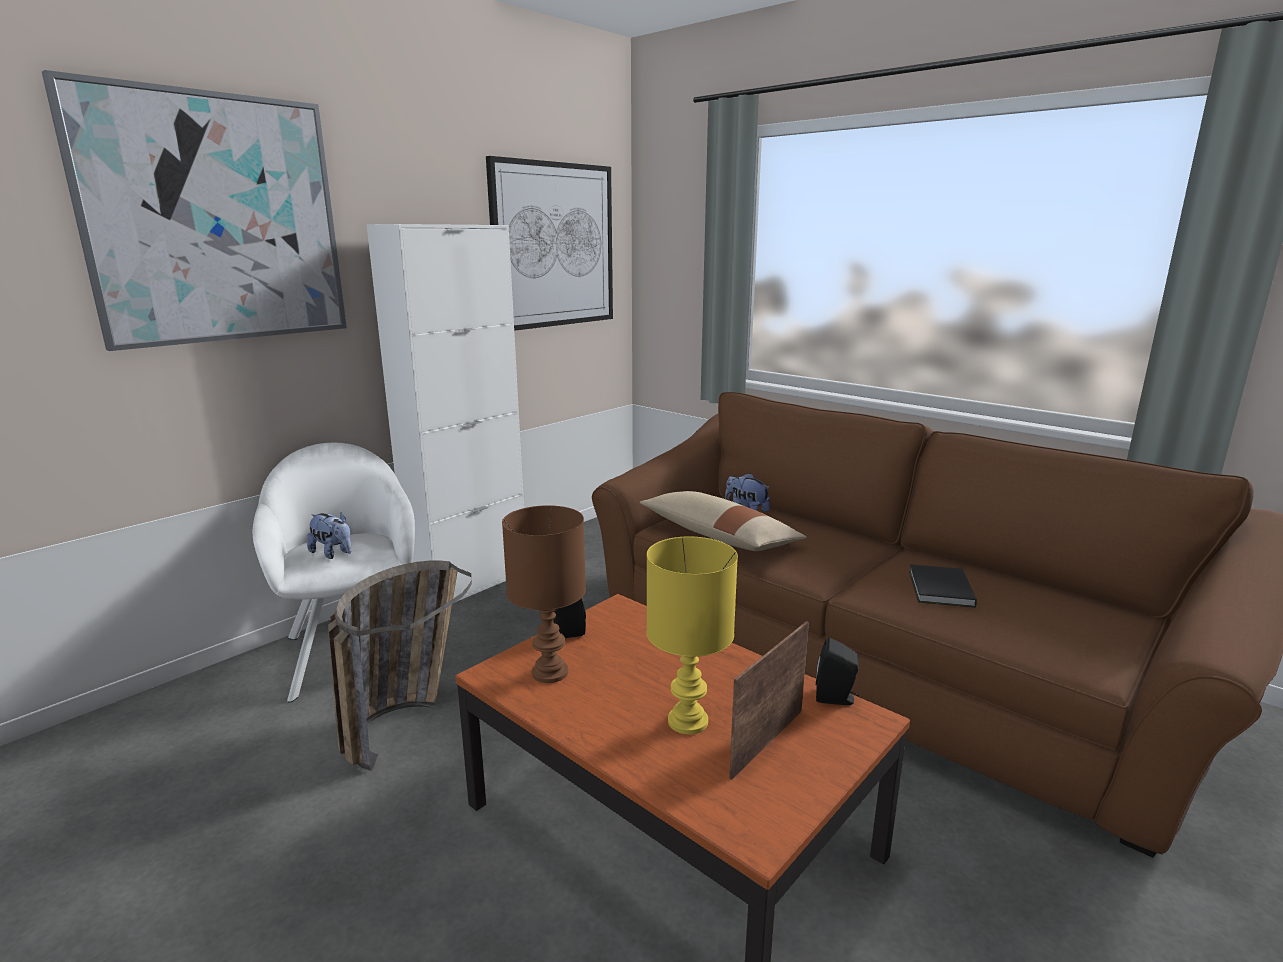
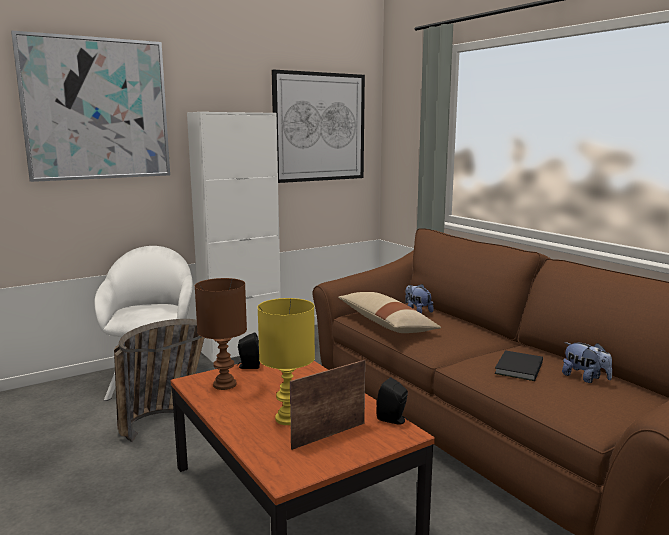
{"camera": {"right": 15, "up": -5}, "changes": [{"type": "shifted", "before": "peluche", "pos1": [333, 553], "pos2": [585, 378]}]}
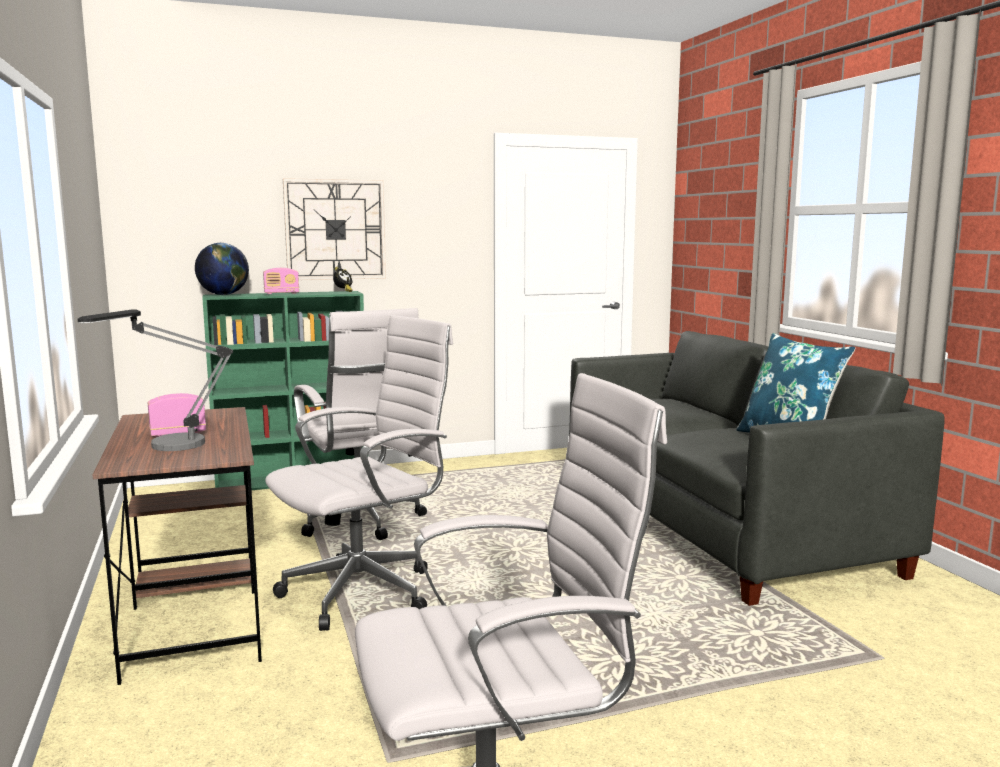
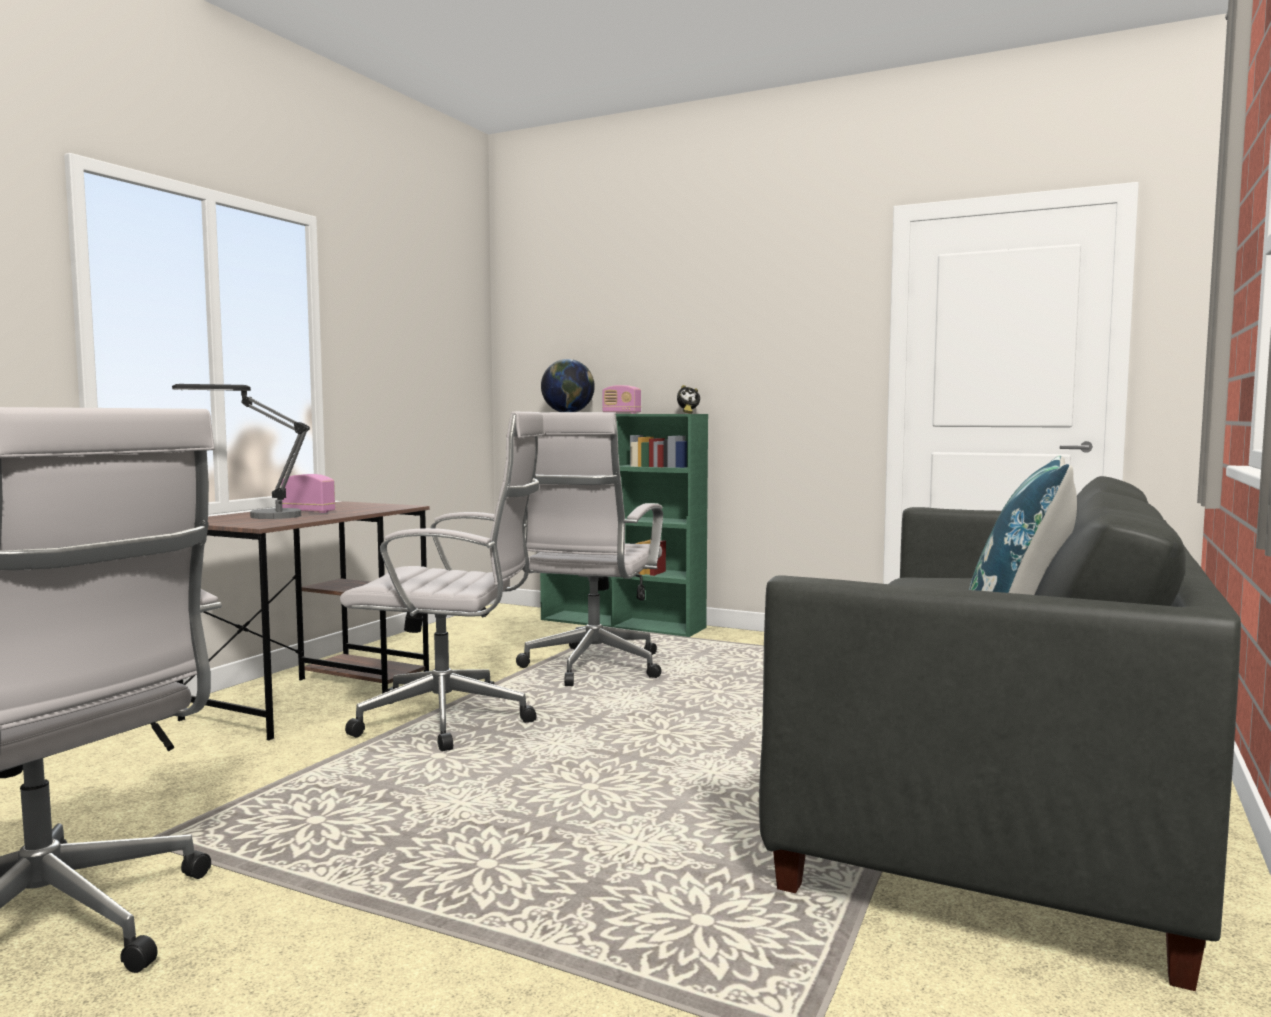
{"camera": {"right": 45, "up": -5}, "changes": [{"type": "gone", "before": "horloge murale", "pos1": [335, 229]}]}
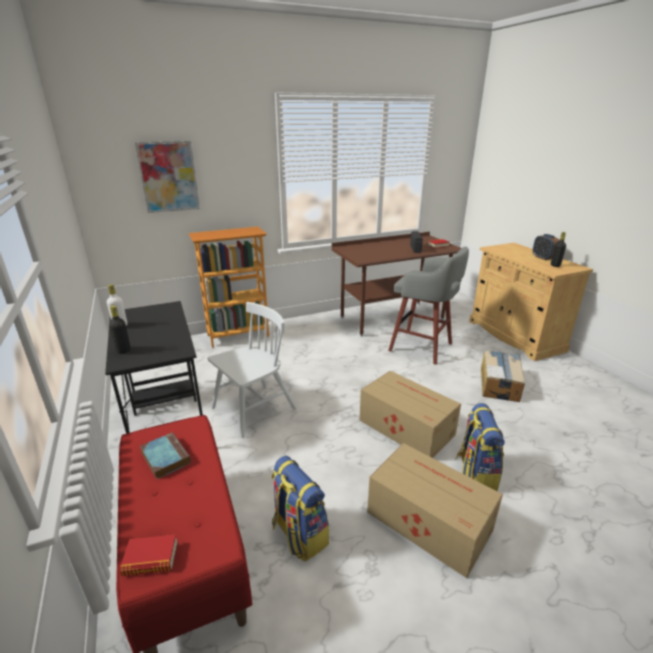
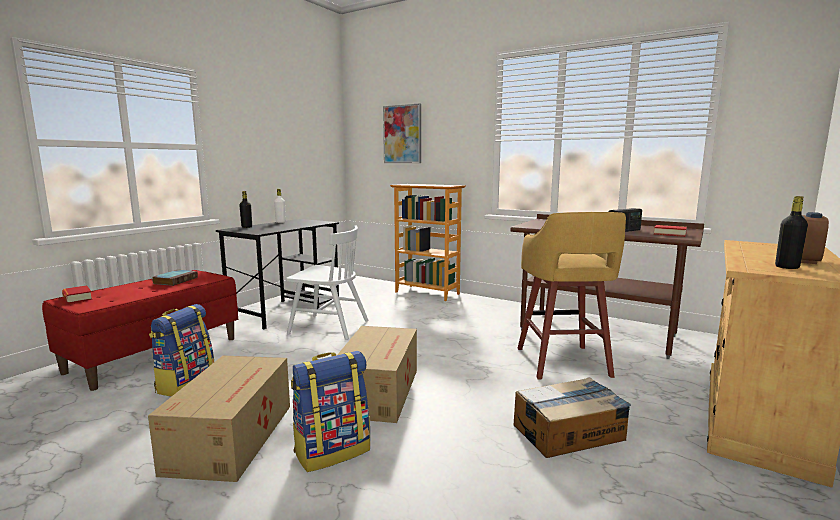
{"camera": {"right": 55, "up": -15}, "changes": [{"type": "repainted", "before": "tabouret/gris", "after": "tabouret/jaune", "pos1": [422, 348], "pos2": [563, 363]}]}
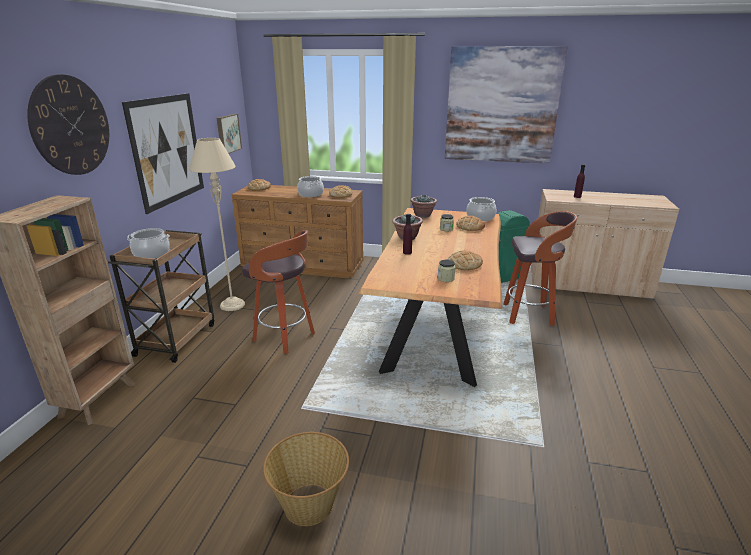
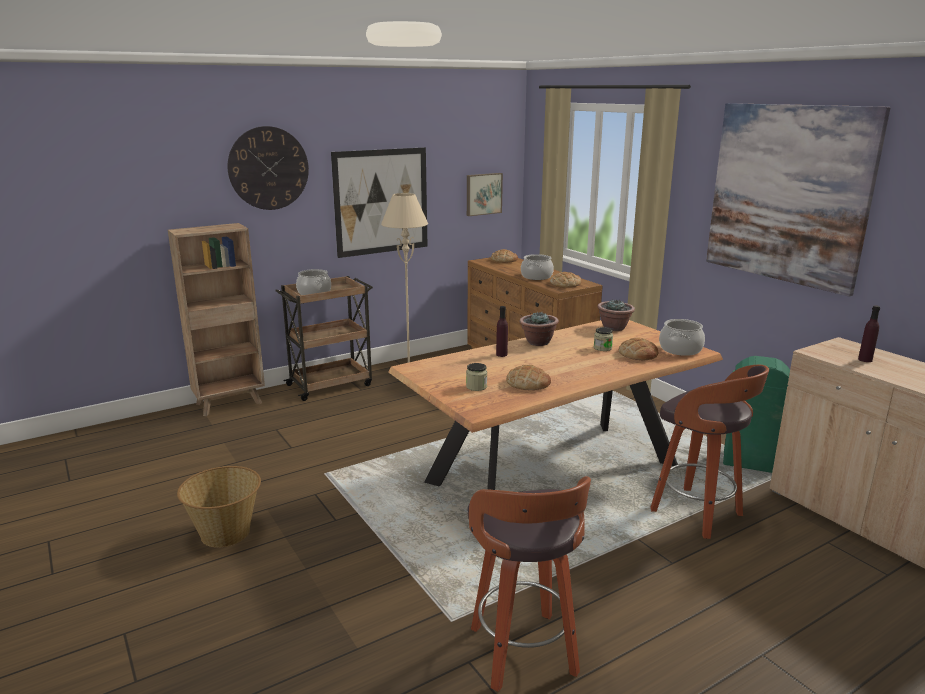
{"camera": {"right": 45, "up": -5}, "changes": [{"type": "shifted", "before": "tabouret", "pos1": [285, 337], "pos2": [524, 653]}]}
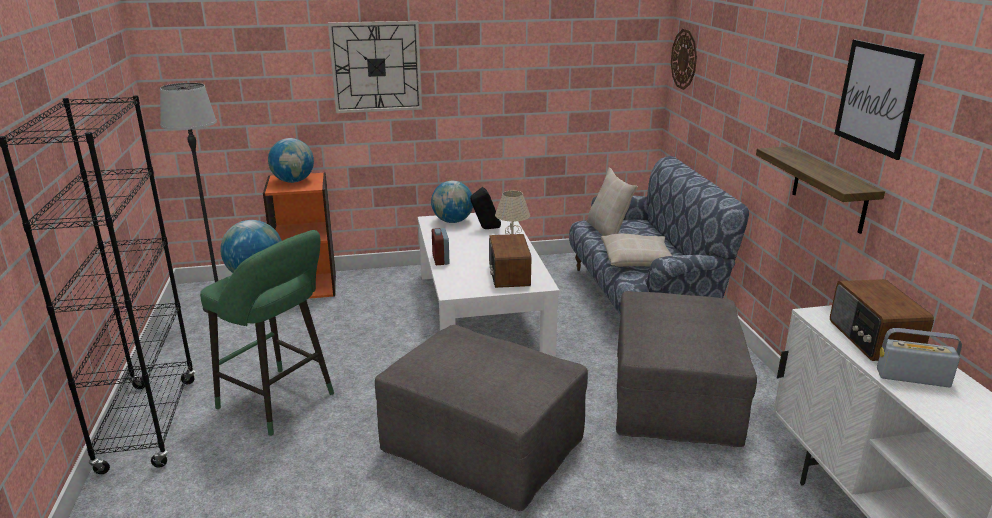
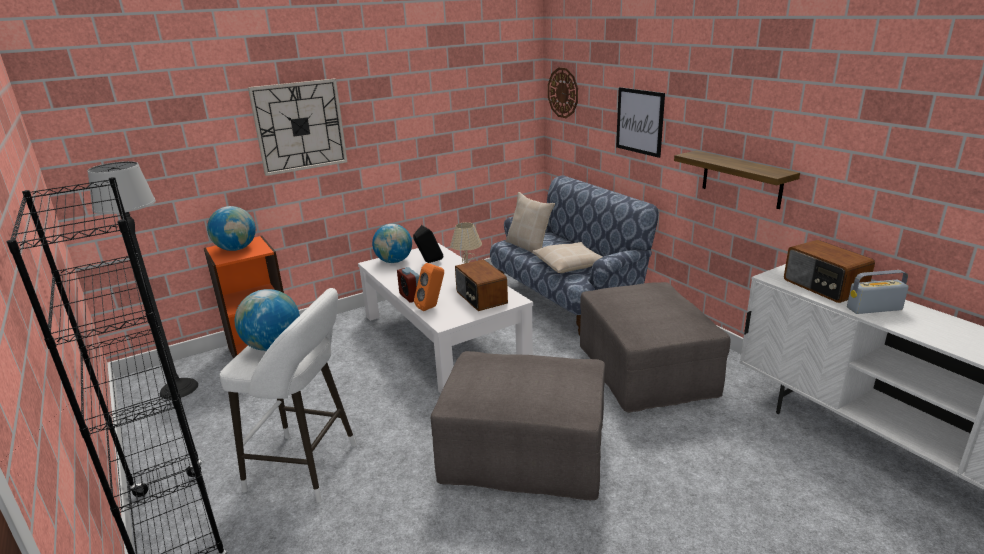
{"camera": {"right": -20, "up": 0}, "changes": [{"type": "new", "after": "enceinte/orange", "pos2": [432, 307]}, {"type": "shifted", "before": "tableau", "pos1": [876, 97], "pos2": [639, 121]}, {"type": "repainted", "before": "tabouret/vert", "after": "tabouret/blanc", "pos1": [280, 403], "pos2": [308, 467]}]}
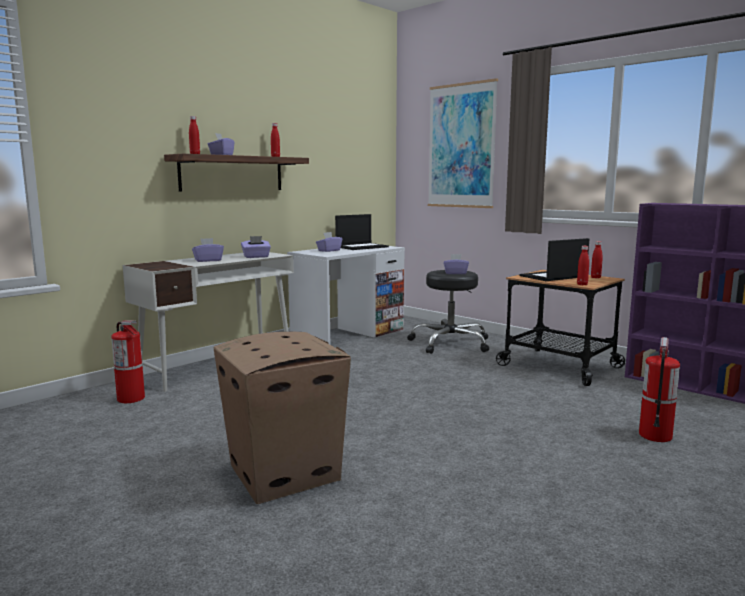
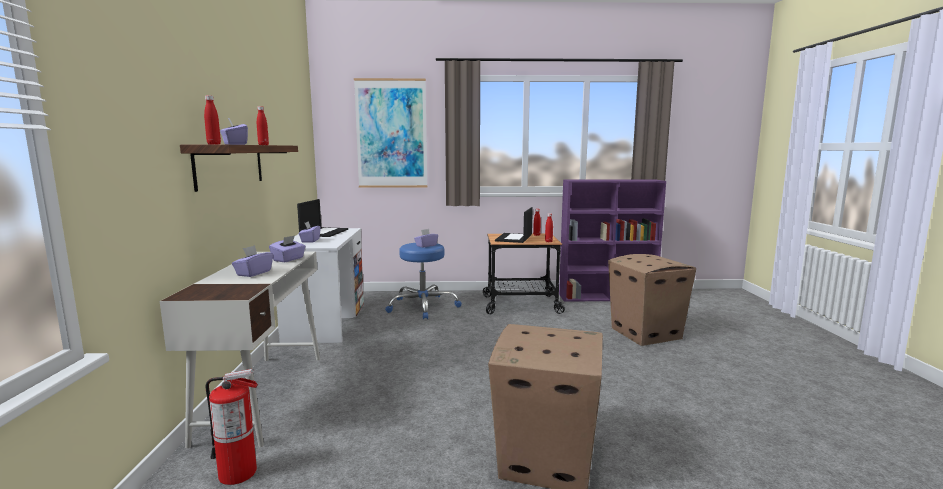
{"camera": {"right": -45, "up": 0}, "changes": [{"type": "swapped", "before": "extincteur", "after": "carton", "pos1": [655, 435], "pos2": [645, 333]}, {"type": "repainted", "before": "tabouret/noir", "after": "tabouret/bleu", "pos1": [450, 343], "pos2": [422, 306]}]}
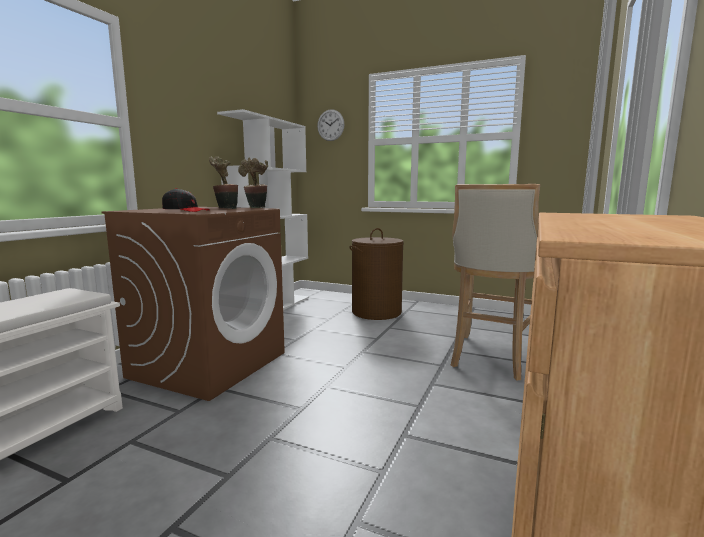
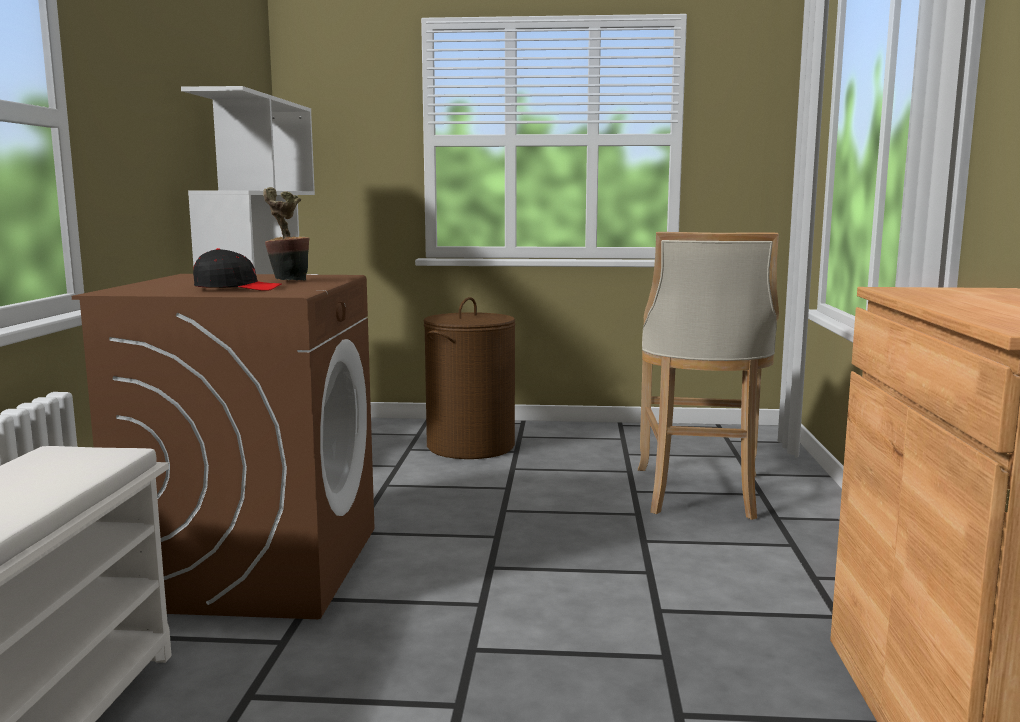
{"camera": {"right": -20, "up": 0}, "changes": [{"type": "gone", "before": "plante en pot", "pos1": [256, 208]}, {"type": "gone", "before": "horloge murale", "pos1": [330, 125]}]}
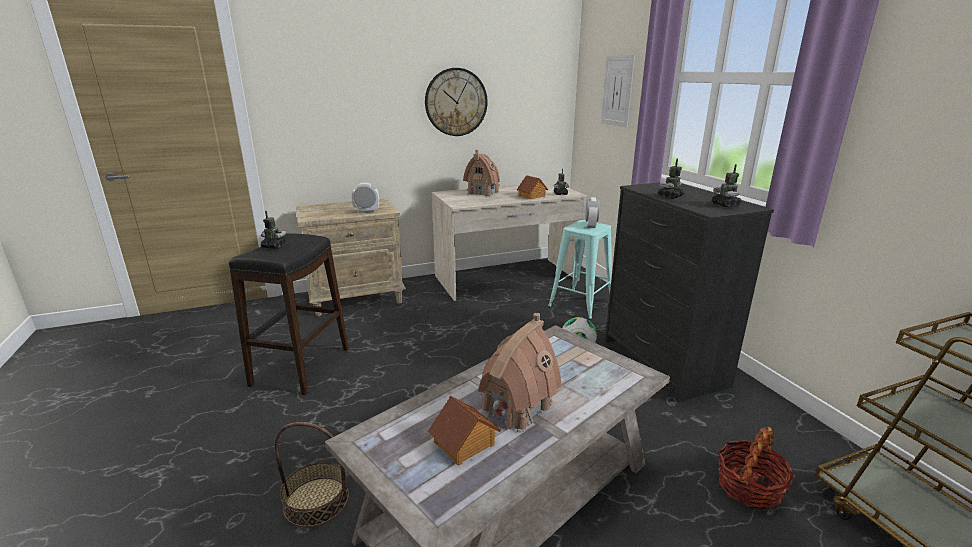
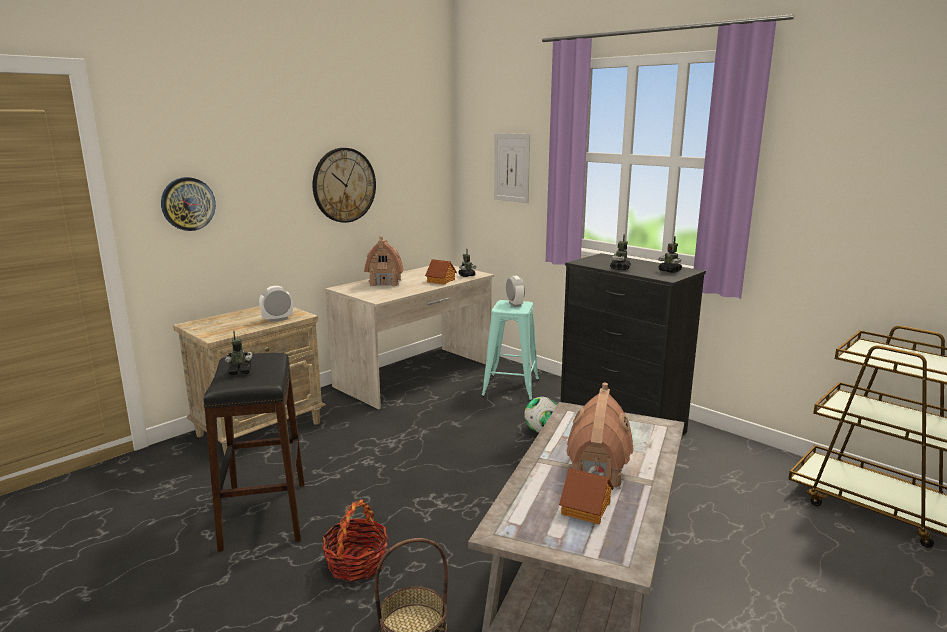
{"camera": {"right": -25, "up": -5}, "changes": [{"type": "new", "after": "horloge murale", "pos2": [188, 204]}, {"type": "shifted", "before": "panier", "pos1": [749, 487], "pos2": [356, 563]}]}
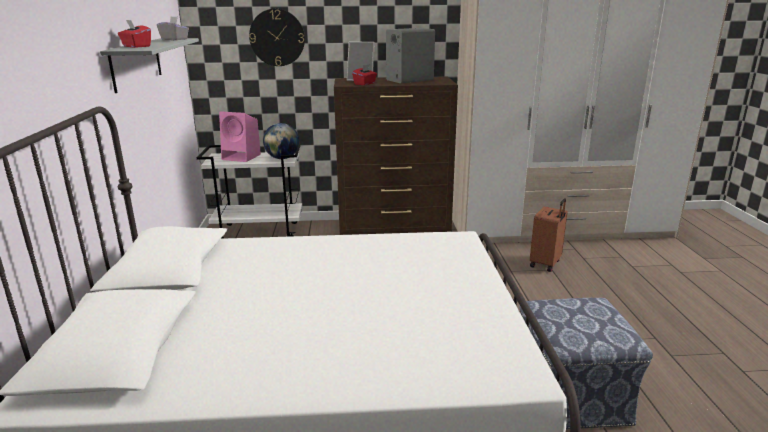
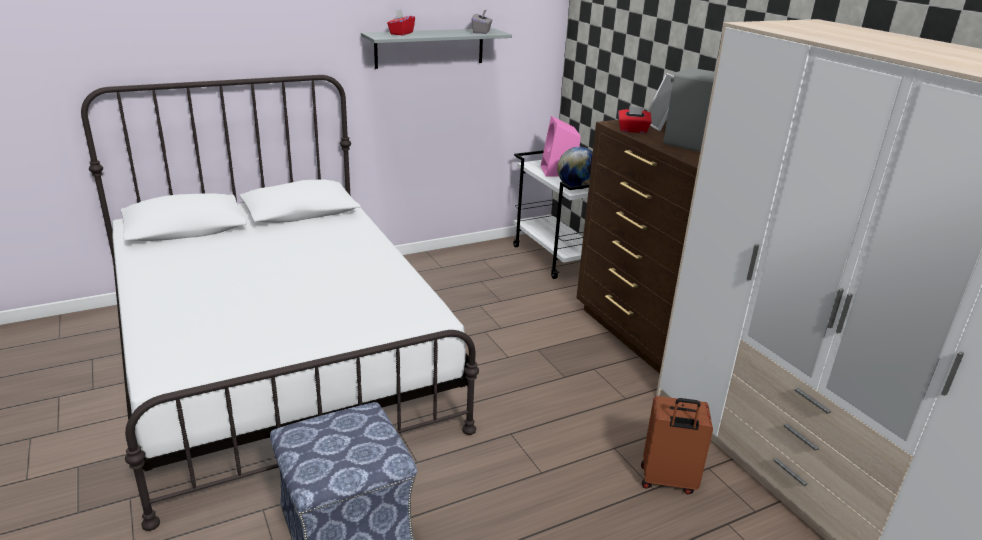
{"camera": {"right": 65, "up": 5}, "changes": [{"type": "gone", "before": "horloge murale", "pos1": [277, 37]}]}
